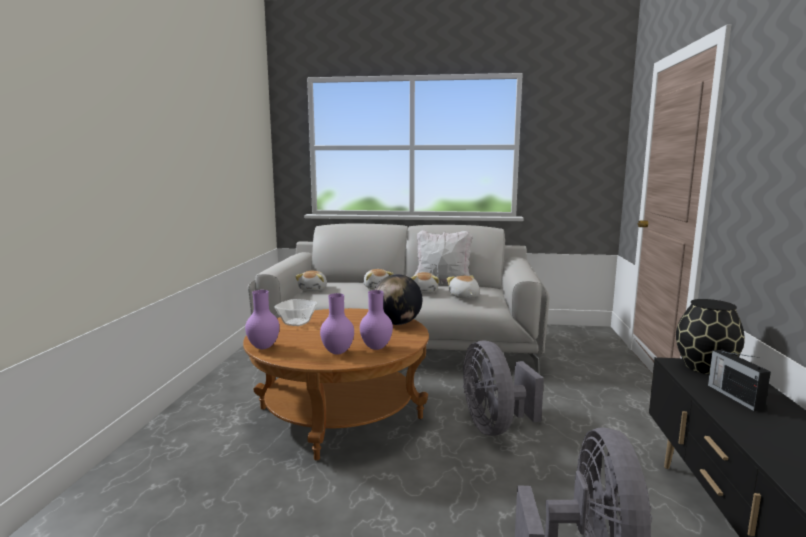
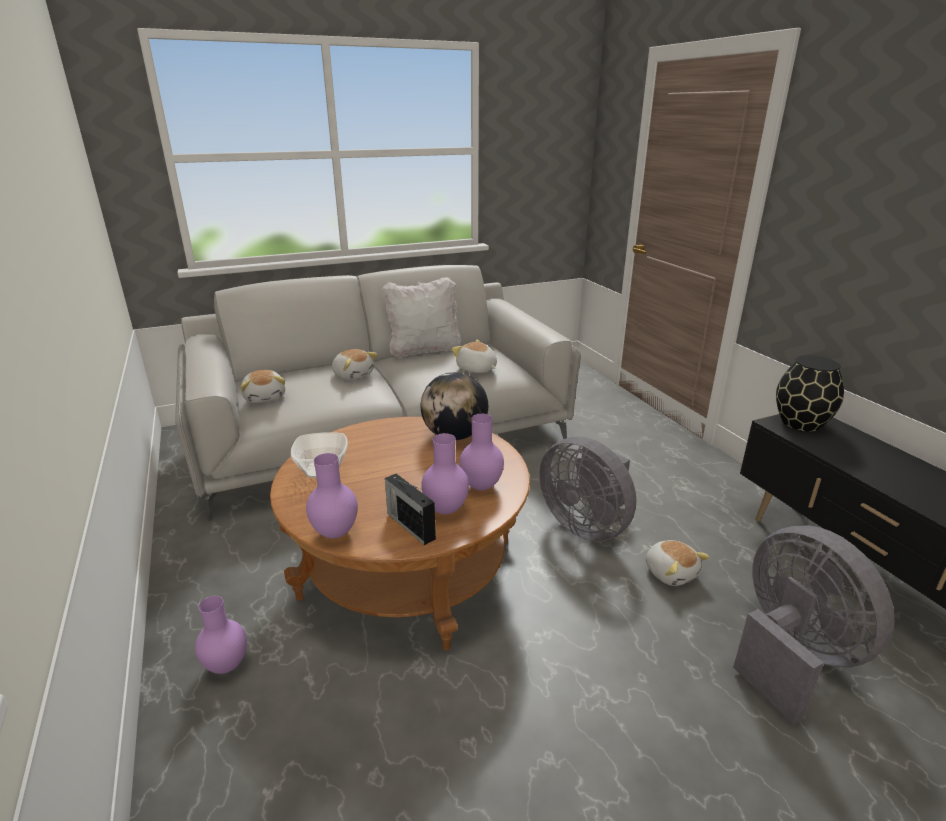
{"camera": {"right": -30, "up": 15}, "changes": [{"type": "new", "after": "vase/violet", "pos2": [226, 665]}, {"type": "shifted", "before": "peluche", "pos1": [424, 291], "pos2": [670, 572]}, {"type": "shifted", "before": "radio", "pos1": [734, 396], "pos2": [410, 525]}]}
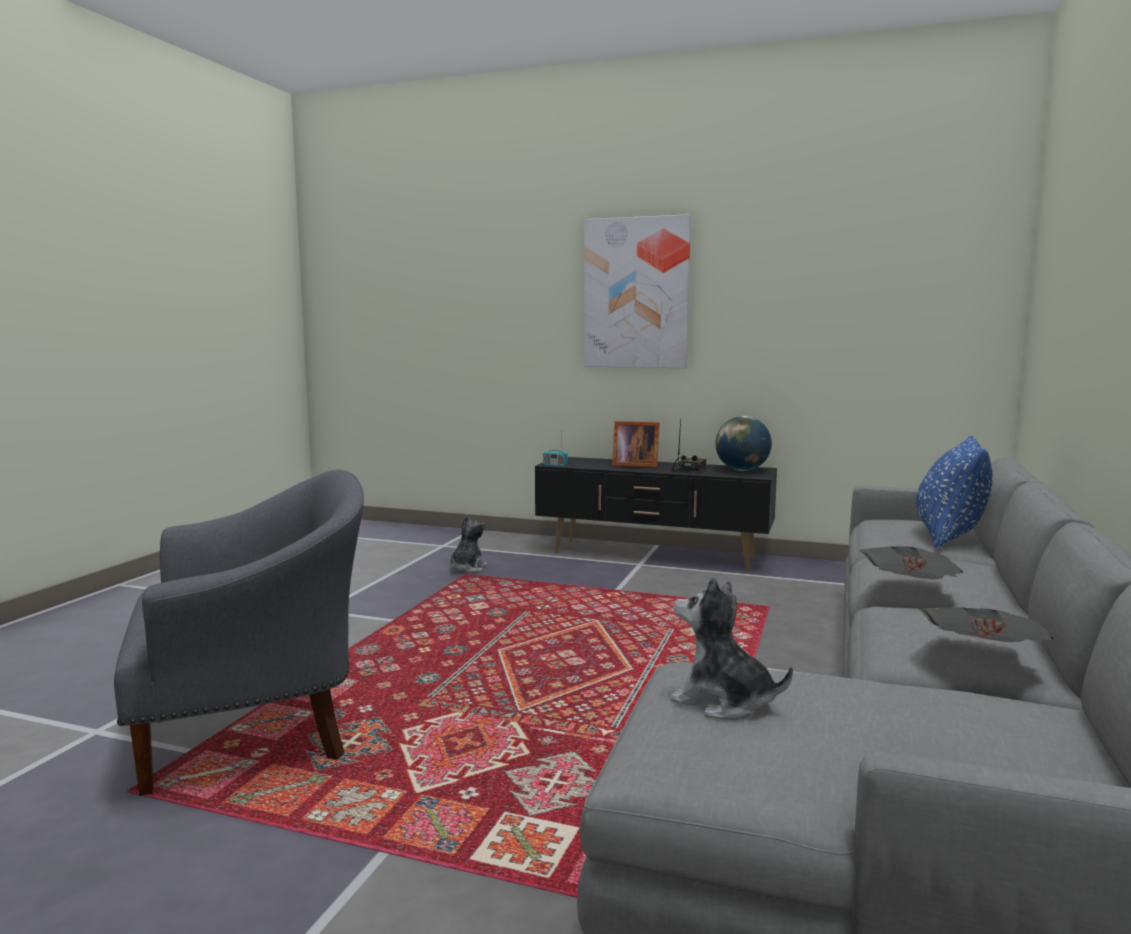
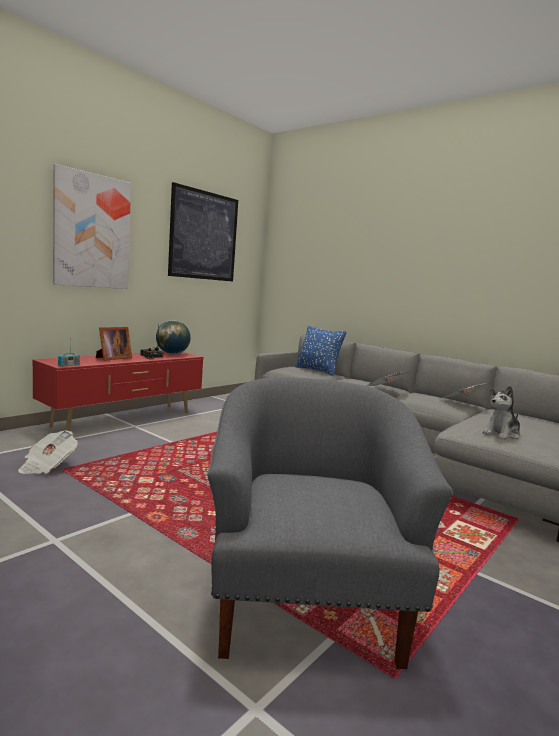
{"camera": {"right": -70, "up": 0}, "changes": [{"type": "new", "after": "tableau", "pos2": [204, 236]}, {"type": "swapped", "before": "peluche", "after": "journal", "pos1": [467, 568], "pos2": [47, 466]}, {"type": "repainted", "before": "meuble télé/noir", "after": "meuble télé/rouge", "pos1": [654, 556], "pos2": [125, 419]}]}
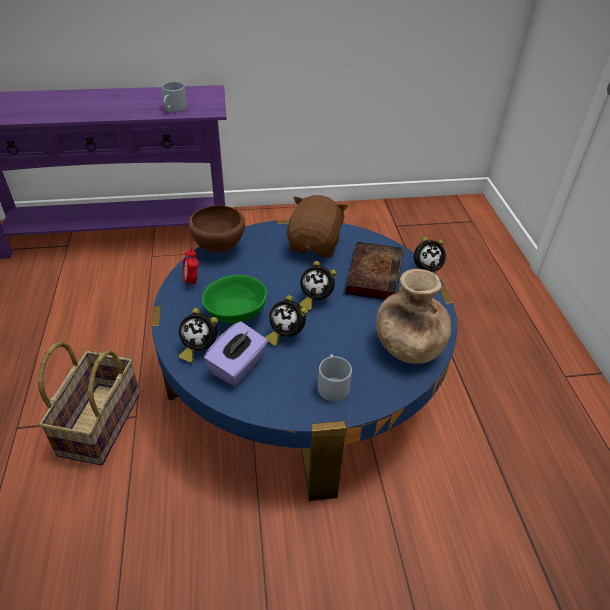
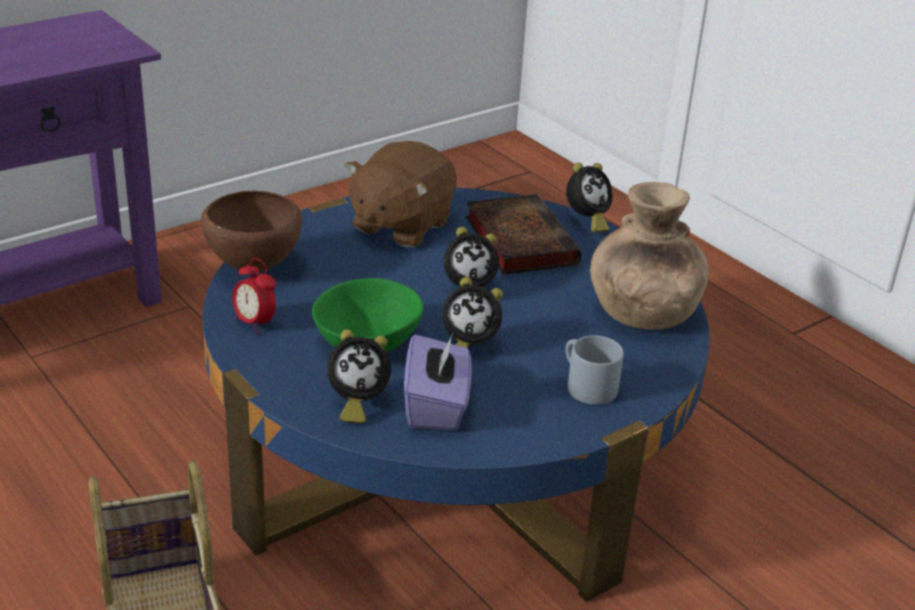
{"camera": {"right": -30, "up": -10}, "changes": [{"type": "gone", "before": "mug/gris", "pos1": [174, 109]}, {"type": "rotated", "before": "peluche/marron", "pos1": [315, 244], "pos2": [400, 225], "turn": -135}]}
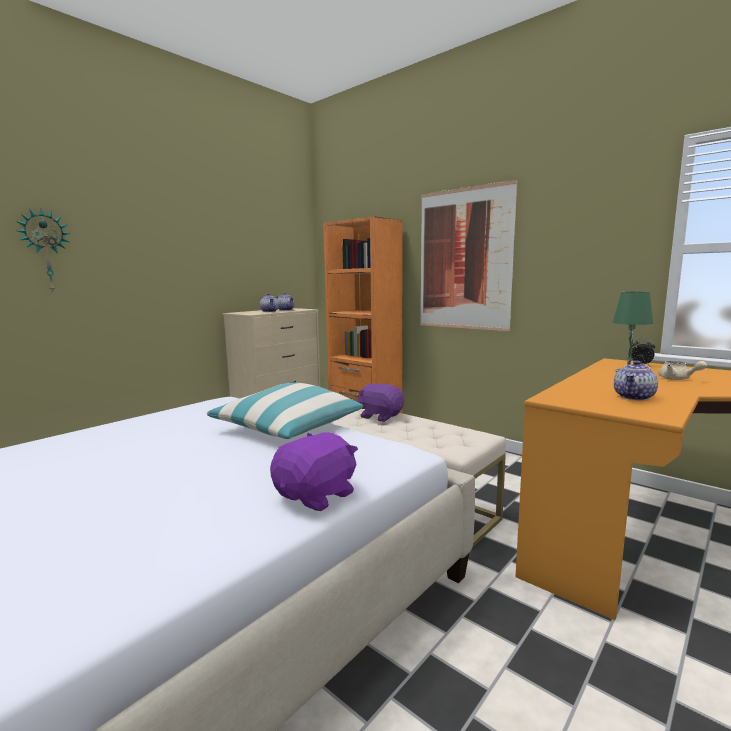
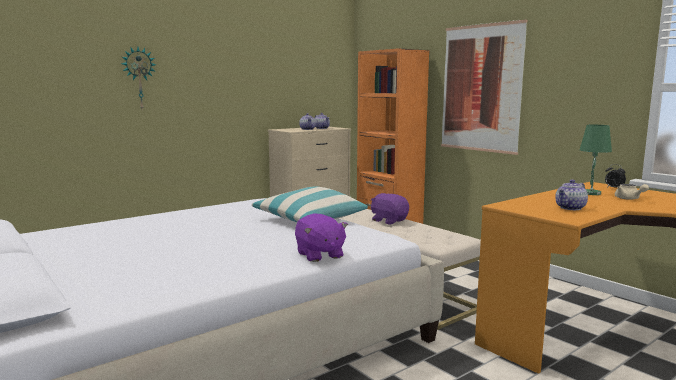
{"camera": {"right": 10, "up": 0}, "changes": [{"type": "rotated", "before": "peluche/violet", "pos1": [317, 495], "pos2": [319, 255], "turn": 105}]}
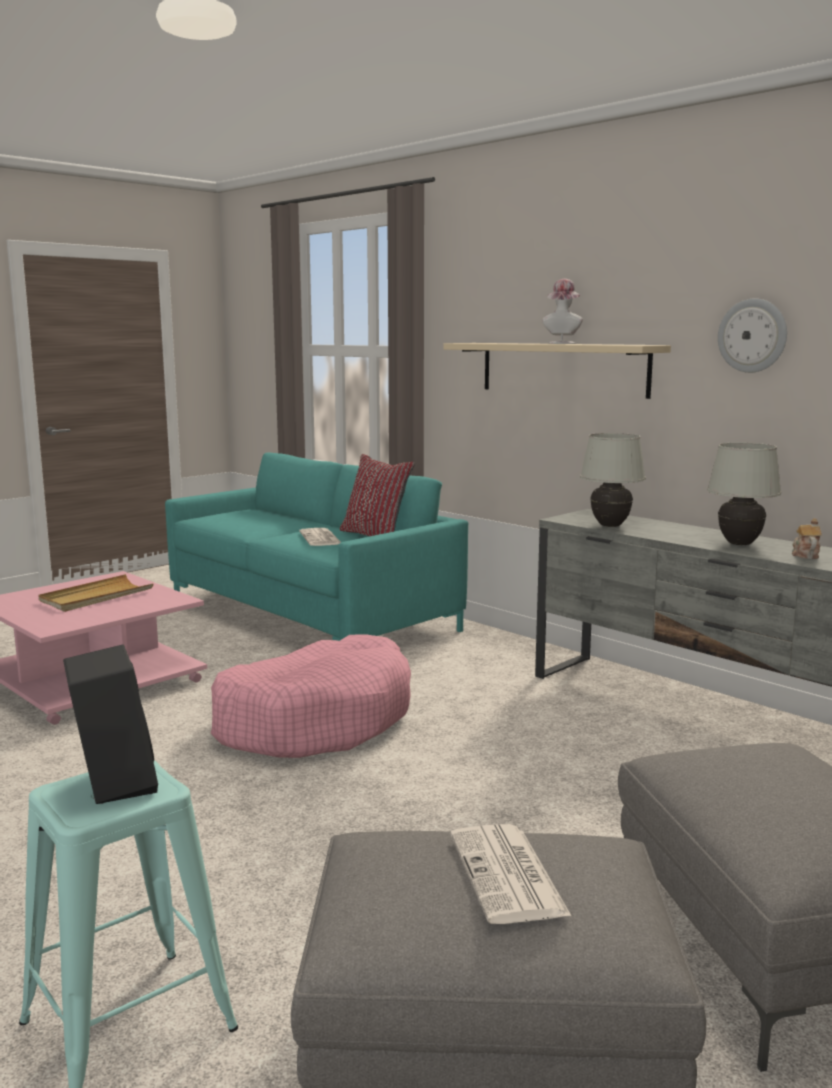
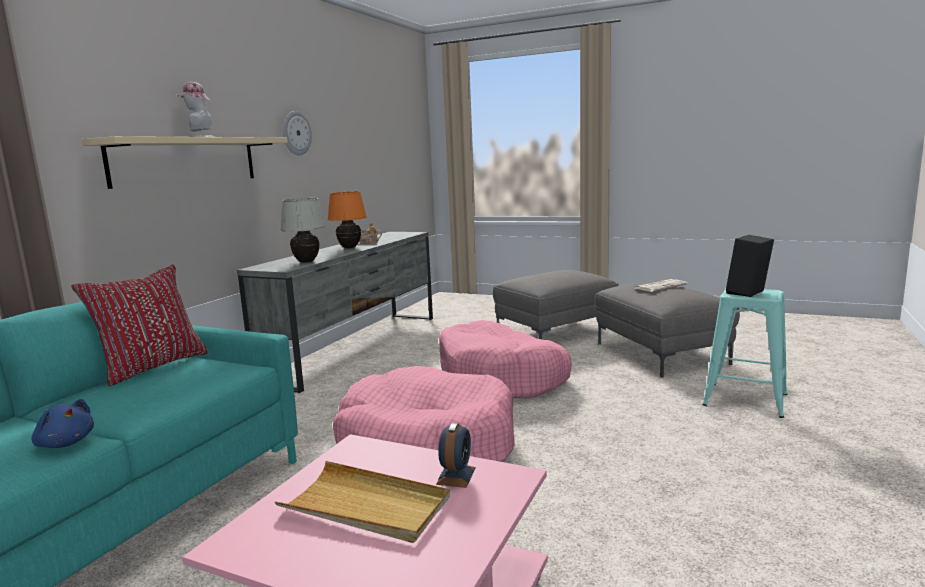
{"camera": {"right": -110, "up": 0}, "changes": [{"type": "gone", "before": "journal", "pos1": [321, 538]}, {"type": "new", "after": "peluche/bleu", "pos2": [65, 443]}, {"type": "new", "after": "réveil", "pos2": [456, 476]}, {"type": "new", "after": "panier pour chien/rose", "pos2": [501, 377]}, {"type": "repainted", "before": "lampe de table/blanc", "after": "lampe de table/orange", "pos1": [739, 544], "pos2": [349, 248]}]}
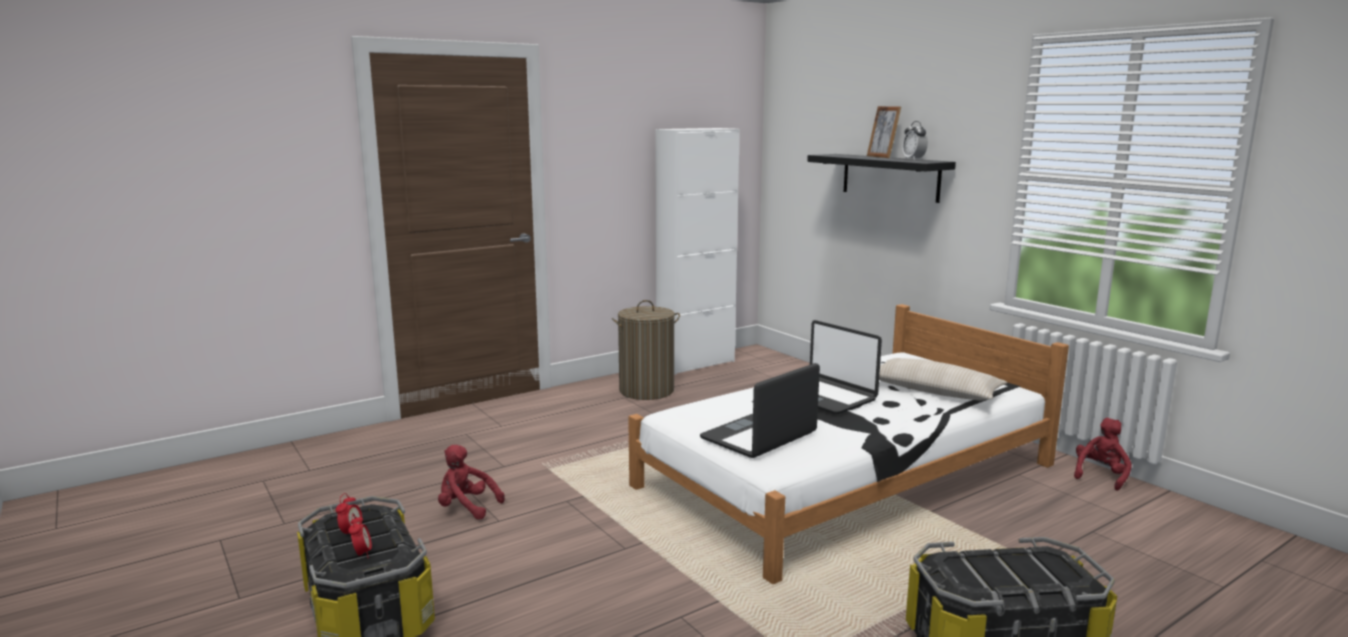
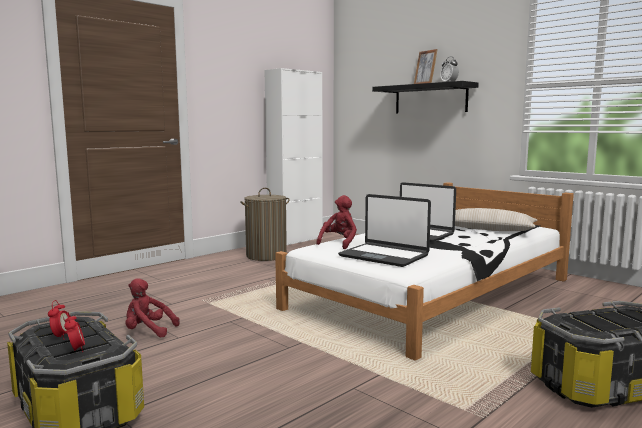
{"camera": {"right": -10, "up": -5}, "changes": [{"type": "shifted", "before": "peluche/rouge", "pos1": [1100, 475], "pos2": [339, 243]}, {"type": "rotated", "before": "ordinateur portable", "pos1": [759, 437], "pos2": [384, 256], "turn": -90}]}
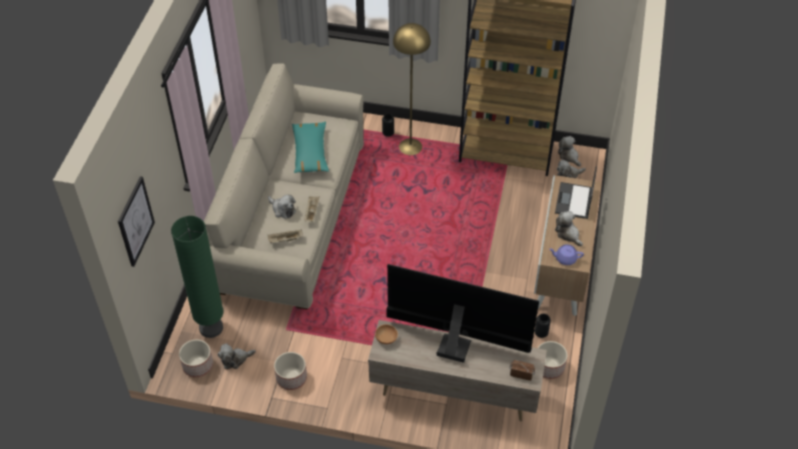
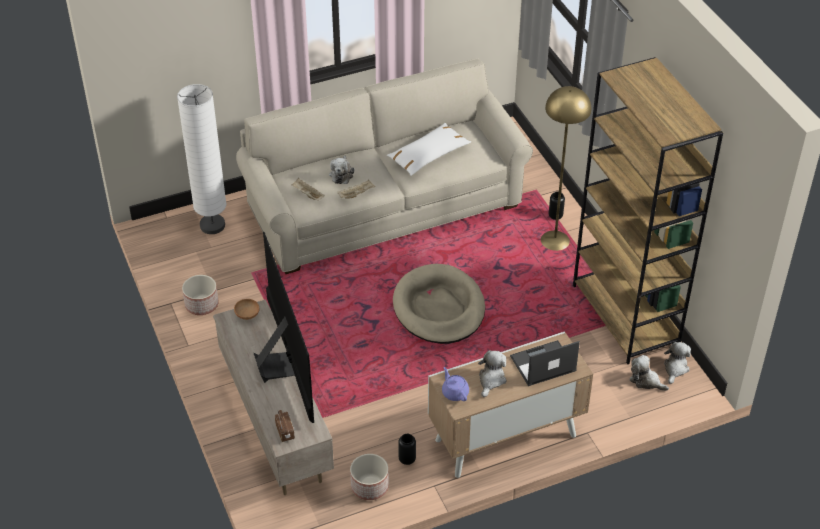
{"camera": {"right": 55, "up": -5}, "changes": [{"type": "gone", "before": "tableau", "pos1": [135, 221]}, {"type": "gone", "before": "cache-pot", "pos1": [198, 365]}, {"type": "gone", "before": "peluche", "pos1": [235, 359]}, {"type": "new", "after": "panier pour chien/beige", "pos2": [439, 308]}, {"type": "repainted", "before": "lampadaire/vert", "after": "lampadaire/blanc", "pos1": [211, 328], "pos2": [212, 225]}, {"type": "repainted", "before": "coussin/turquoise", "after": "coussin/blanc", "pos1": [310, 152], "pos2": [428, 155]}]}
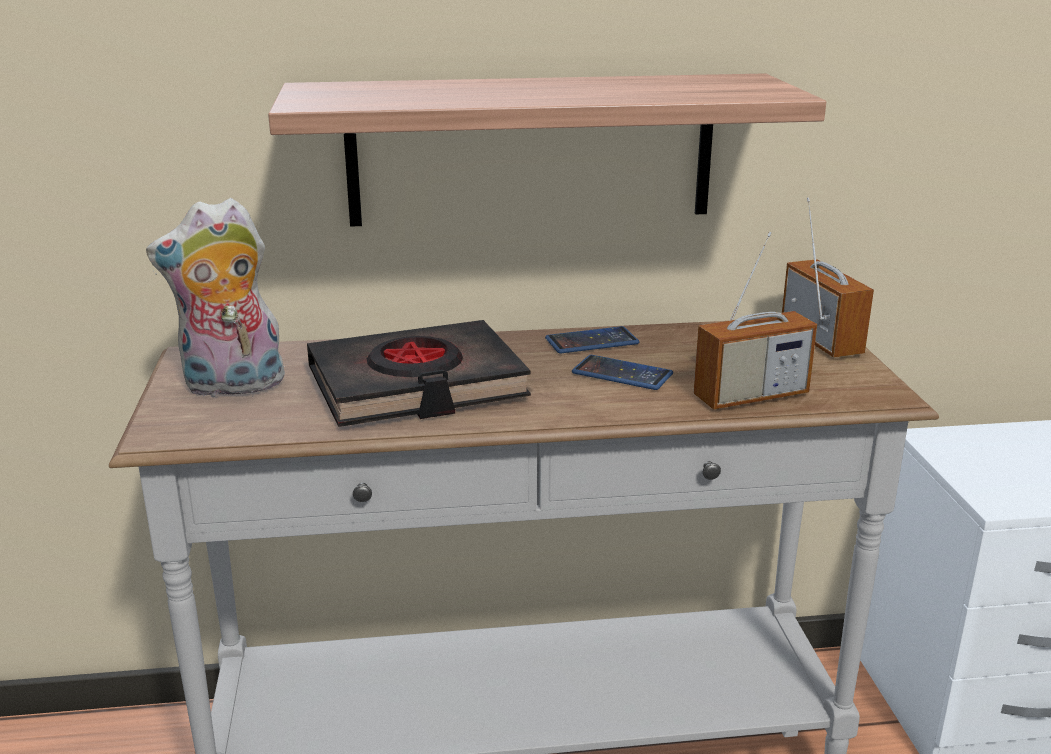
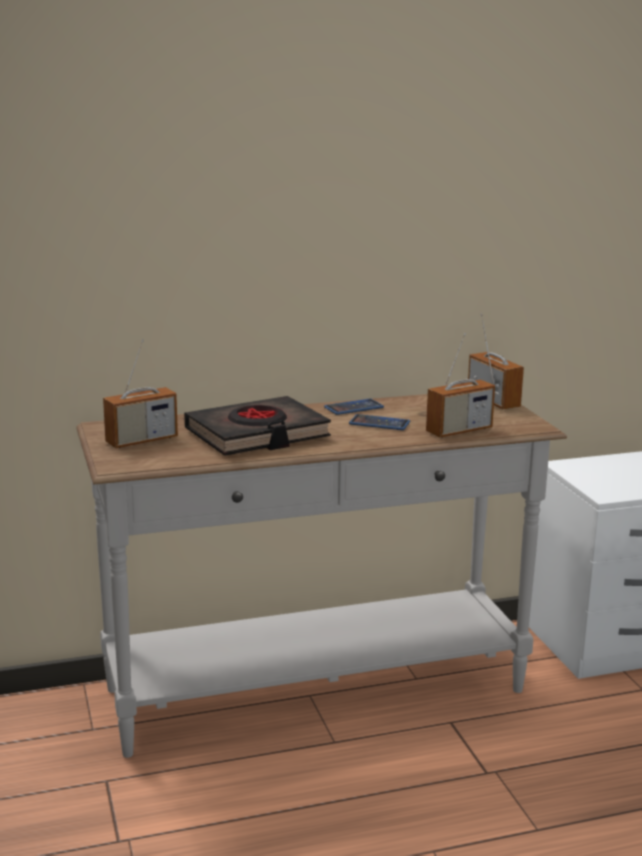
{"camera": {"right": -10, "up": -5}, "changes": [{"type": "gone", "before": "étagère", "pos1": [531, 150]}, {"type": "swapped", "before": "peluche", "after": "radio", "pos1": [232, 387], "pos2": [142, 440]}]}
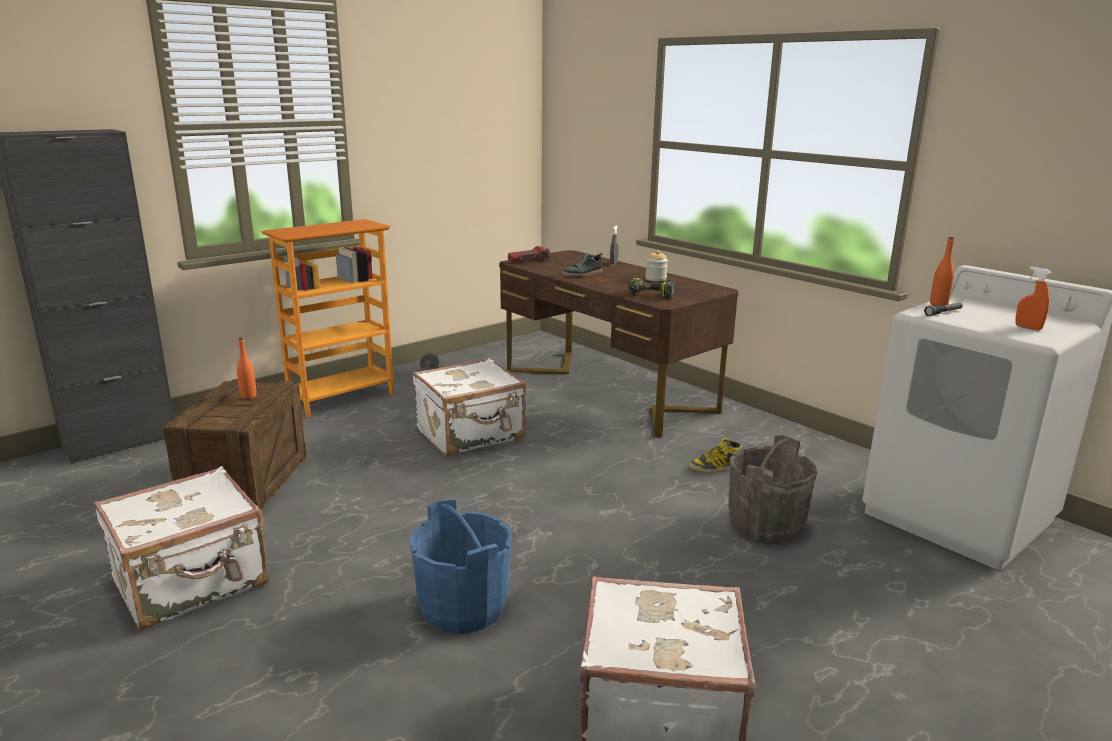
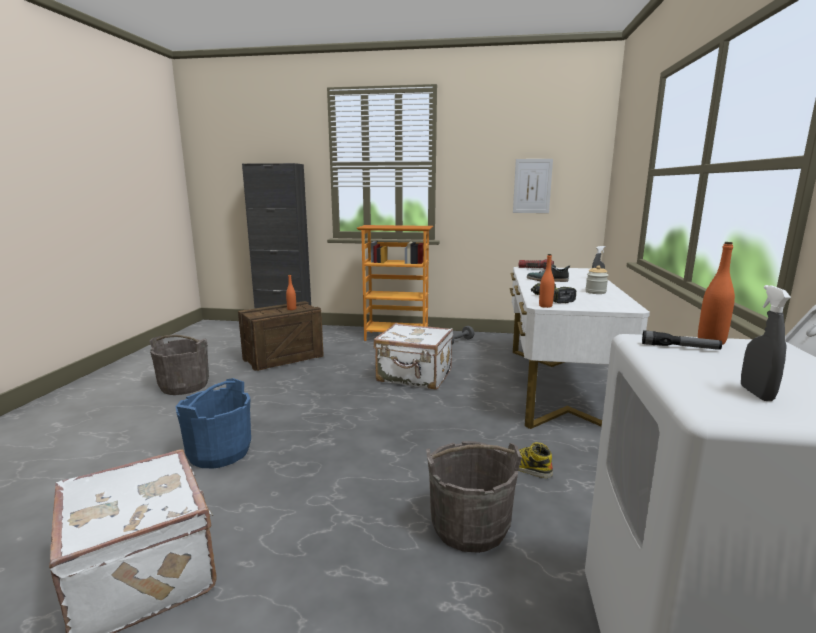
{"camera": {"right": 50, "up": -5}, "changes": [{"type": "new", "after": "tableau", "pos2": [532, 186]}, {"type": "new", "after": "bouteille/orange", "pos2": [545, 306]}, {"type": "swapped", "before": "valise/blanc", "after": "seau/gris", "pos1": [192, 583], "pos2": [184, 386]}, {"type": "repainted", "before": "bureau/marron", "after": "bureau/blanc", "pos1": [607, 390], "pos2": [558, 385]}, {"type": "repainted", "before": "vaporisateur/orange", "after": "vaporisateur/gris", "pos1": [1028, 328], "pos2": [756, 393]}]}
